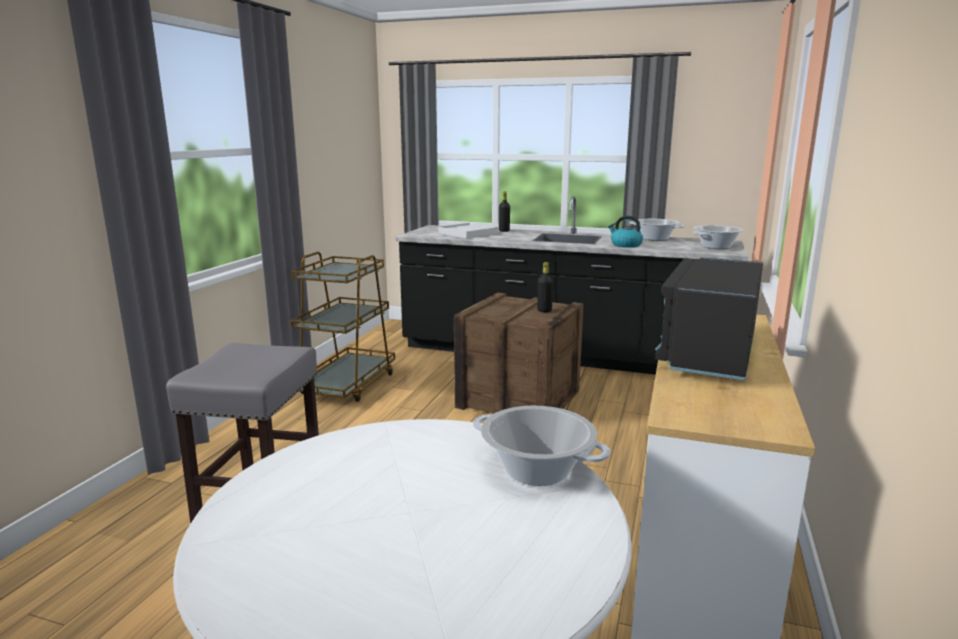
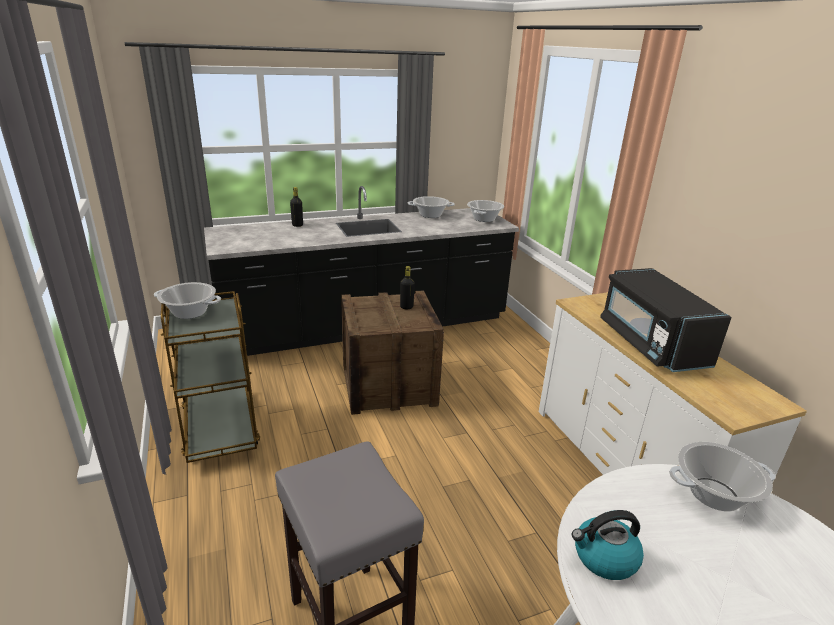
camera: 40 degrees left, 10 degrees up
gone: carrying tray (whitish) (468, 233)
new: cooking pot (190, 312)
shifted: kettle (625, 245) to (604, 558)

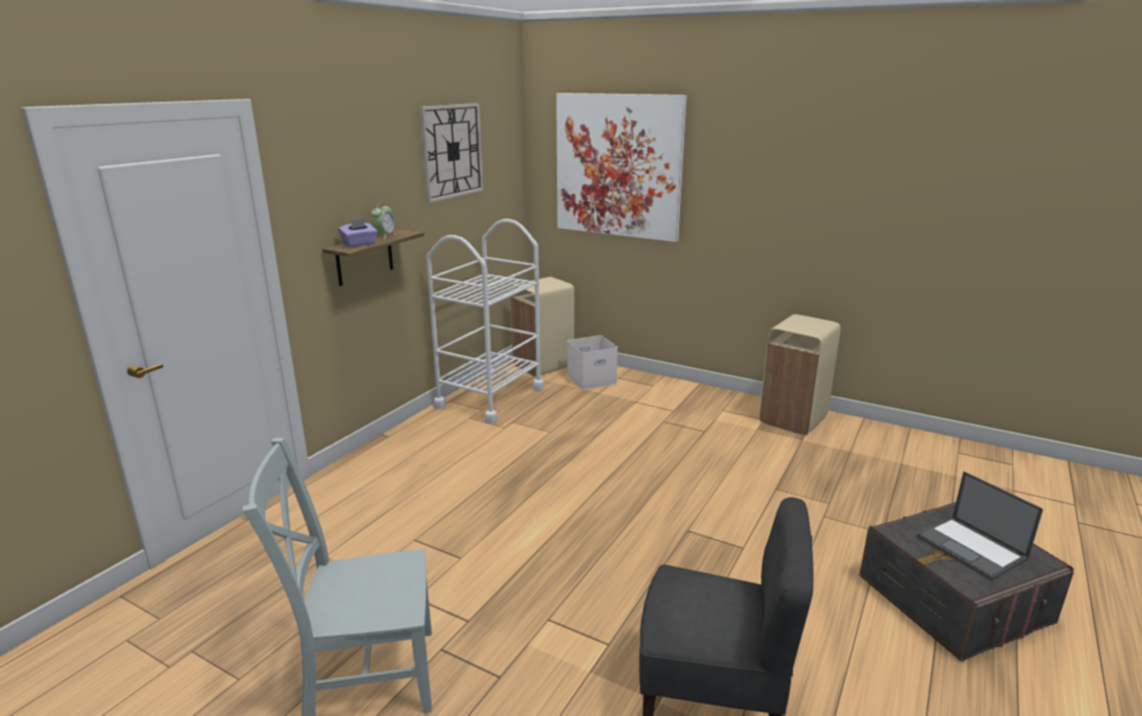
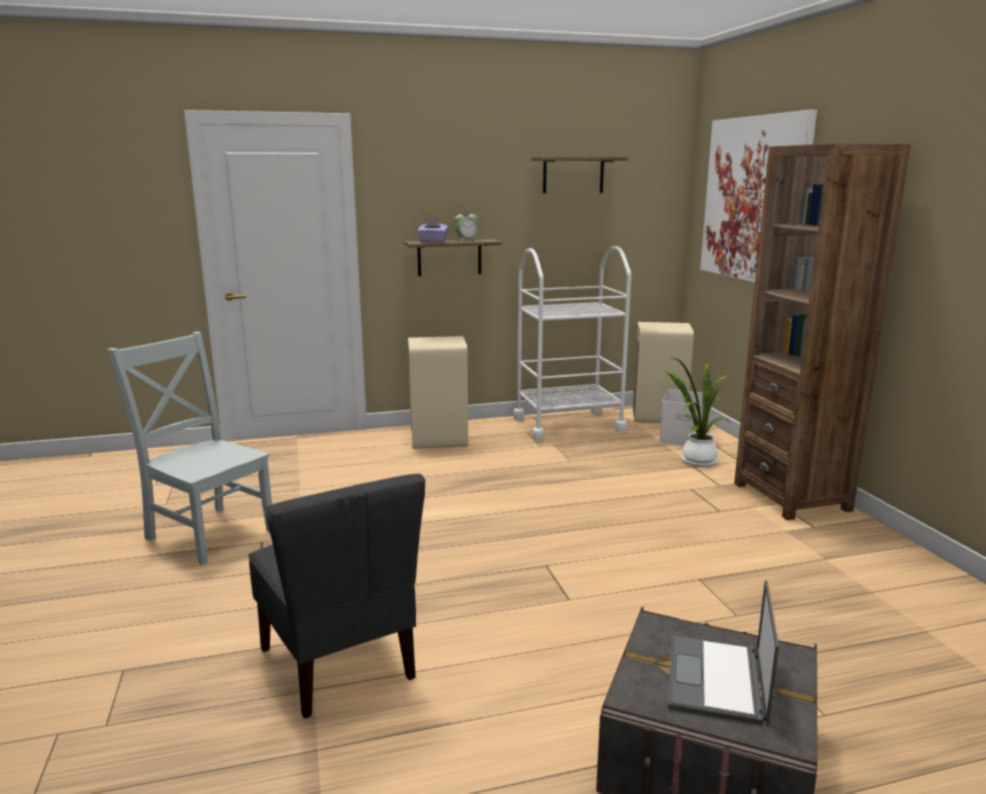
camera: 45 degrees right, 5 degrees down
new: potted plant (695, 461); shelving unit (brown) (791, 497)
shifted: waste bin (beige-coloured) (794, 419) to (439, 440)
swapped: wall clock (452, 151) to bracket shelf (573, 175)

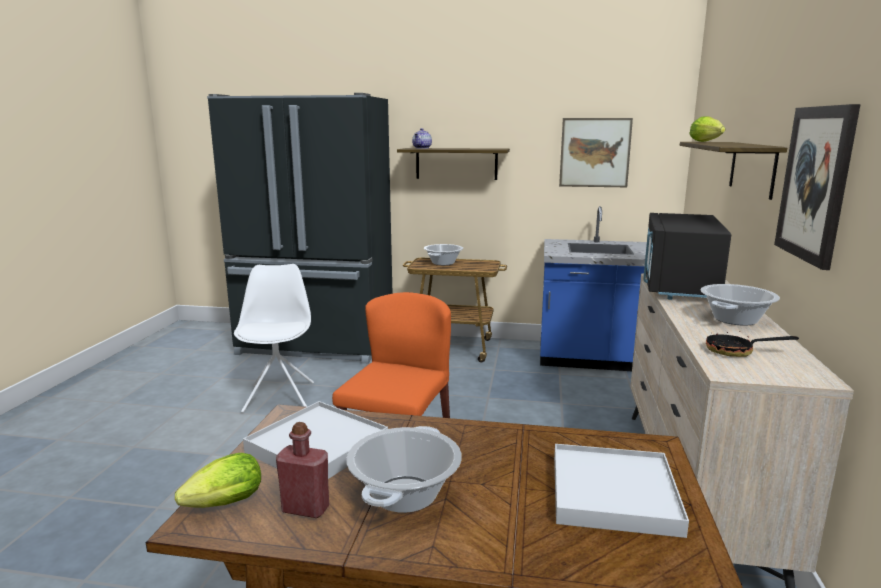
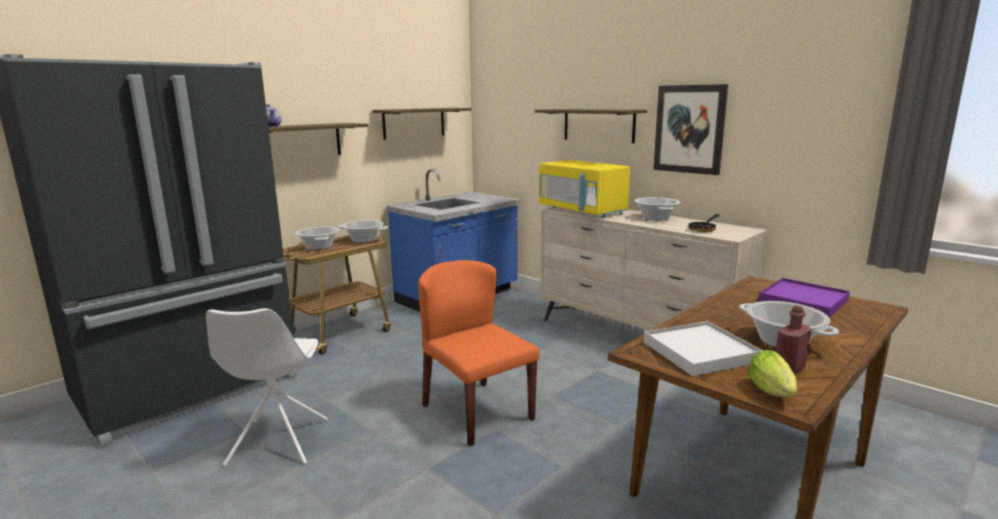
camera: 55 degrees left, 0 degrees up
gone: head of lettuce (707, 142)
new: cooking pot (364, 240)
swapped: picture (595, 152) to bracket shelf (414, 123)
repainted: carrying tray (whitish) (613, 494) to carrying tray (purplish) (803, 301); microwave (blackish) (678, 286) to microwave (yellow) (582, 211)
rotated: upright chair (whitish) (280, 396) = (277, 443) 120 degrees counterclockwise

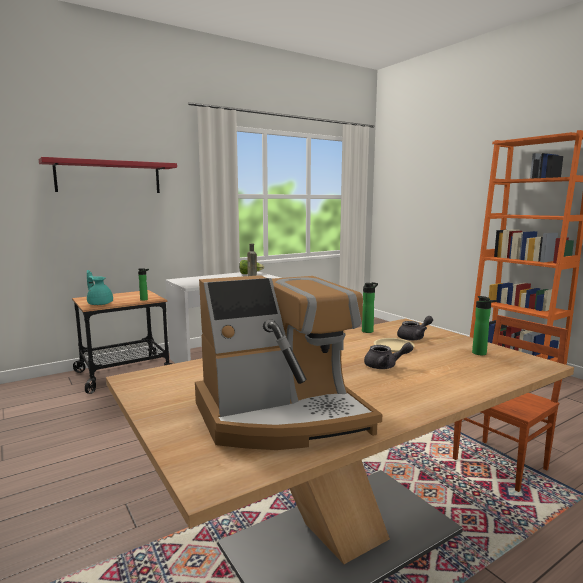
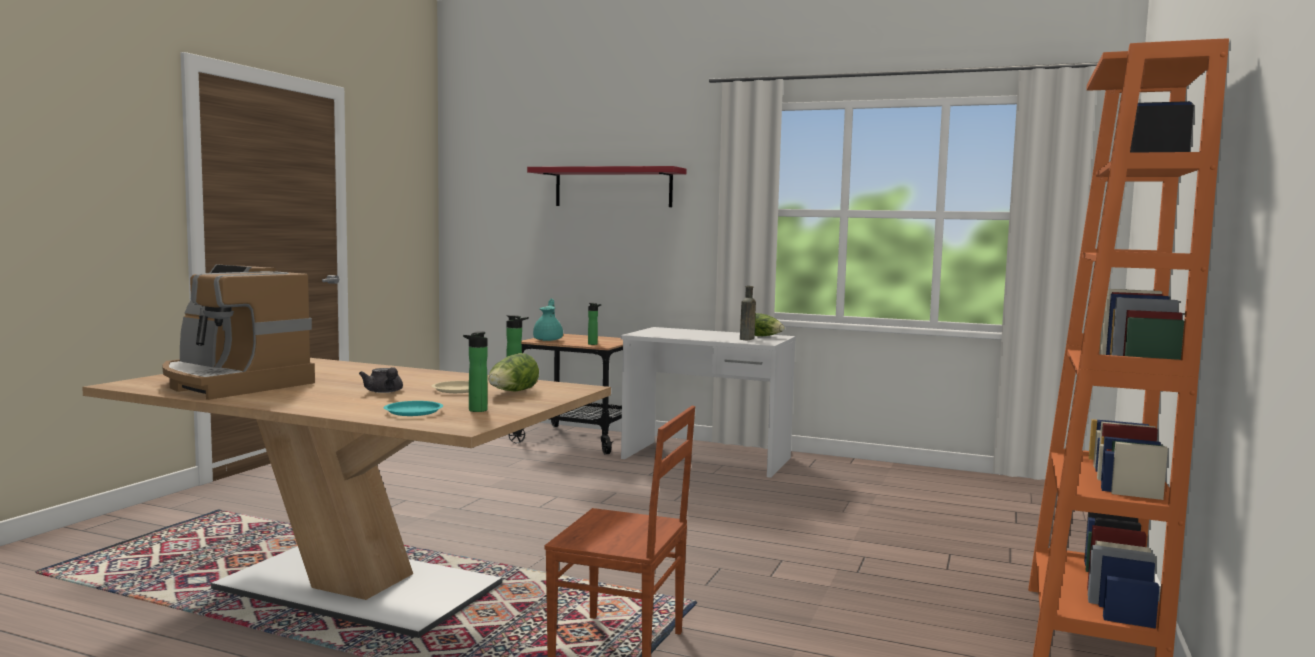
camera: 55 degrees right, 5 degrees down
new: flat dish (blue-green) (413, 412)
swapped: pot for tea (grey) (414, 337) to head of lettuce (512, 392)

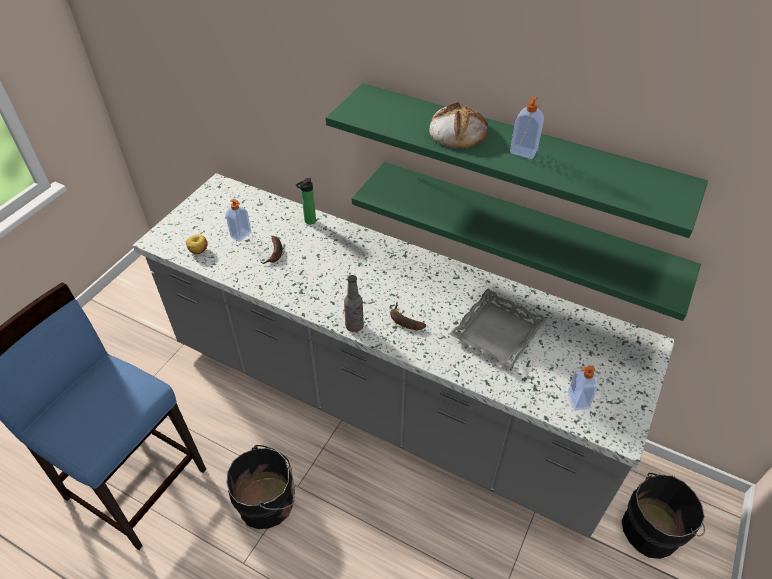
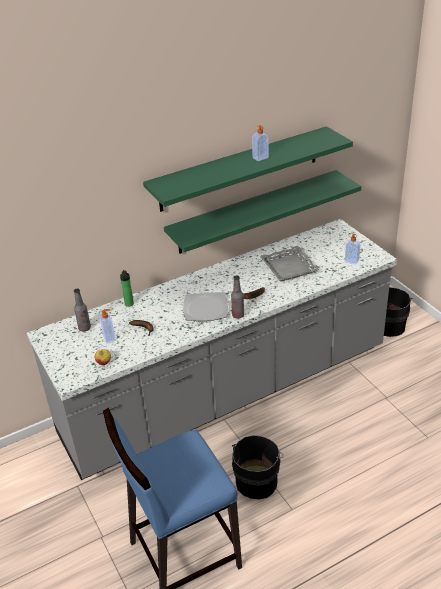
camera: 55 degrees left, 10 degrees down
gone: bakery bread (457, 131)
new: drink bottle (84, 328); flat dish (205, 309)

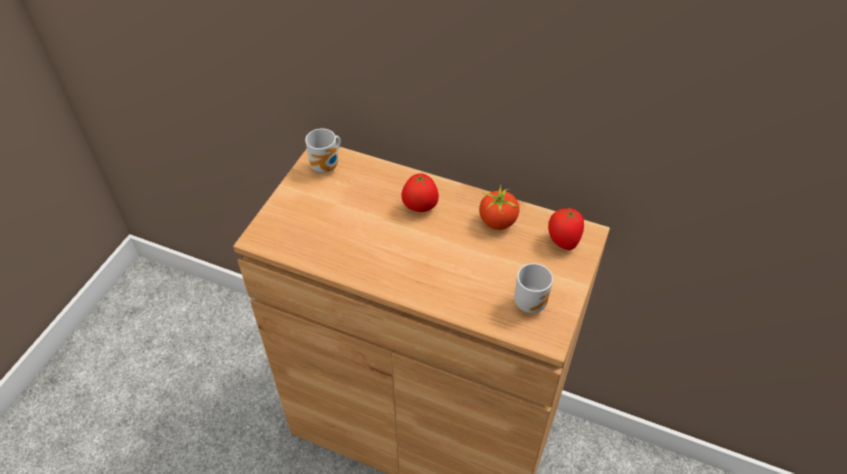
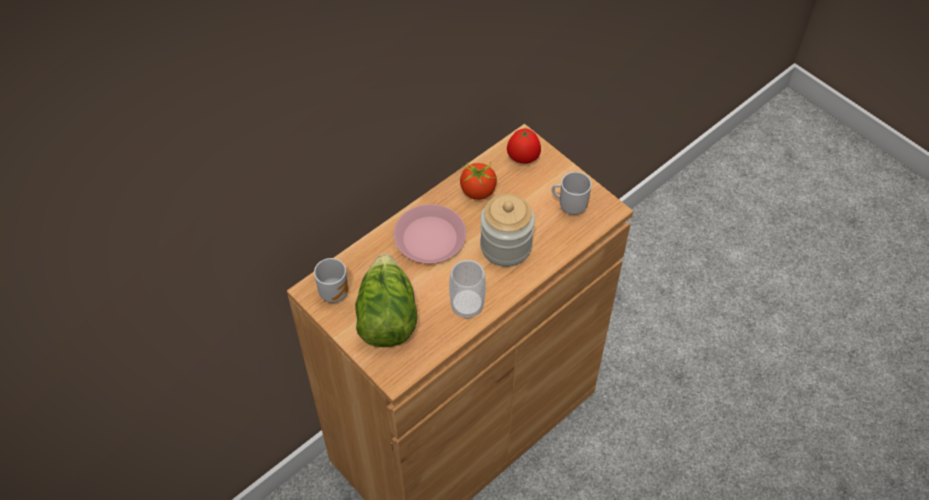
camera: 65 degrees left, 5 degrees up
new: head of lettuce (386, 316); drinking cup (467, 306); storage jar (506, 246)
swapped: fresh tomato (420, 207) to flat dish (pinkish) (430, 239)

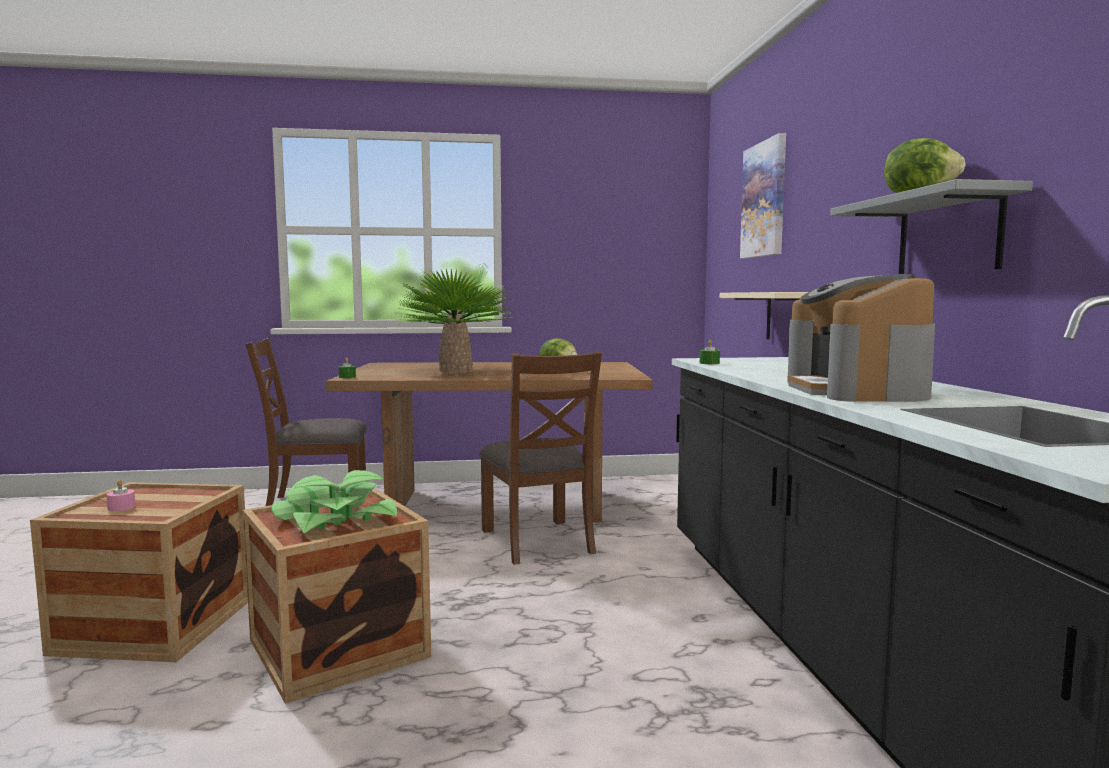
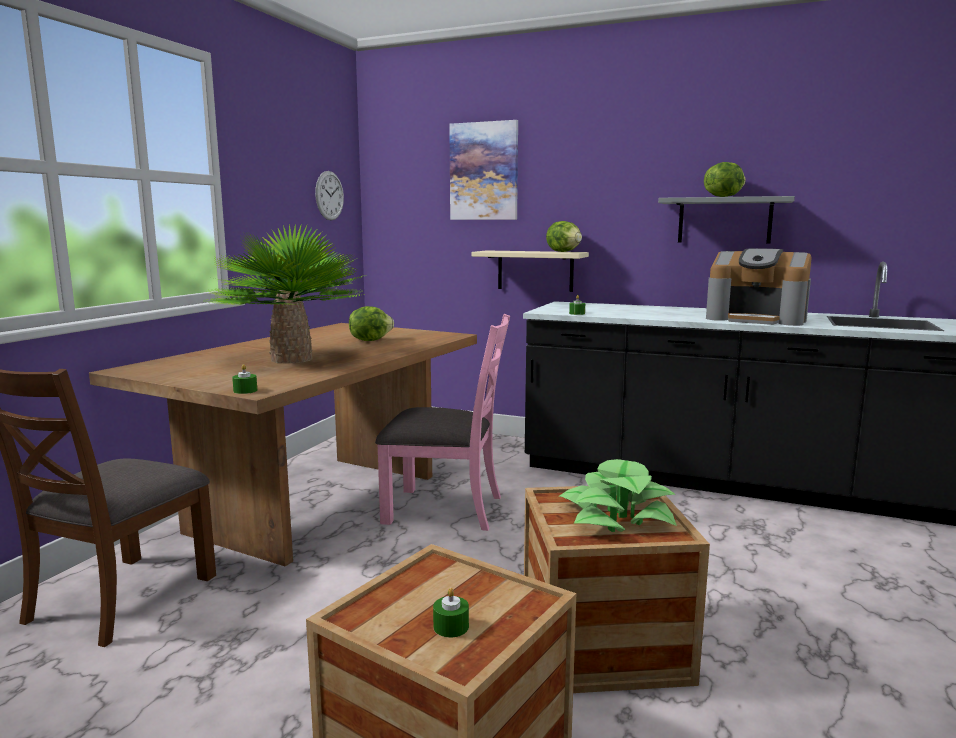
camera: 60 degrees left, 5 degrees up
new: wall clock (329, 195); head of lettuce (564, 252)
repainted: wax light (pinkish) (121, 507) to wax light (greenish) (451, 626); upright chair (brown) (538, 541) to upright chair (pinkish) (445, 509)

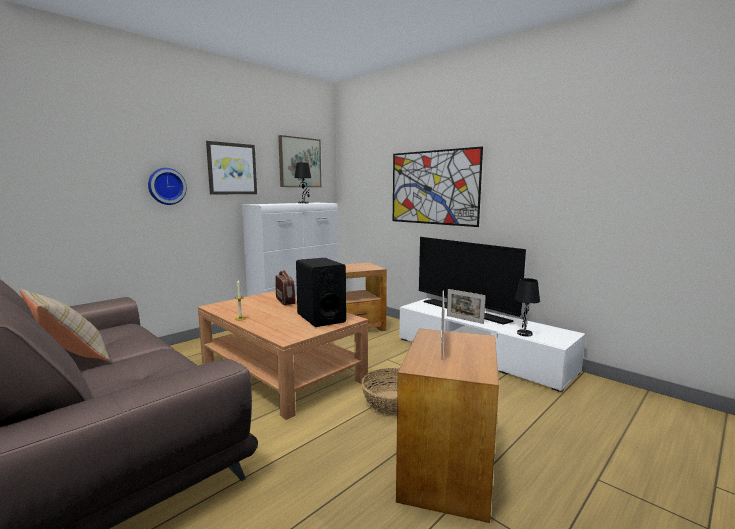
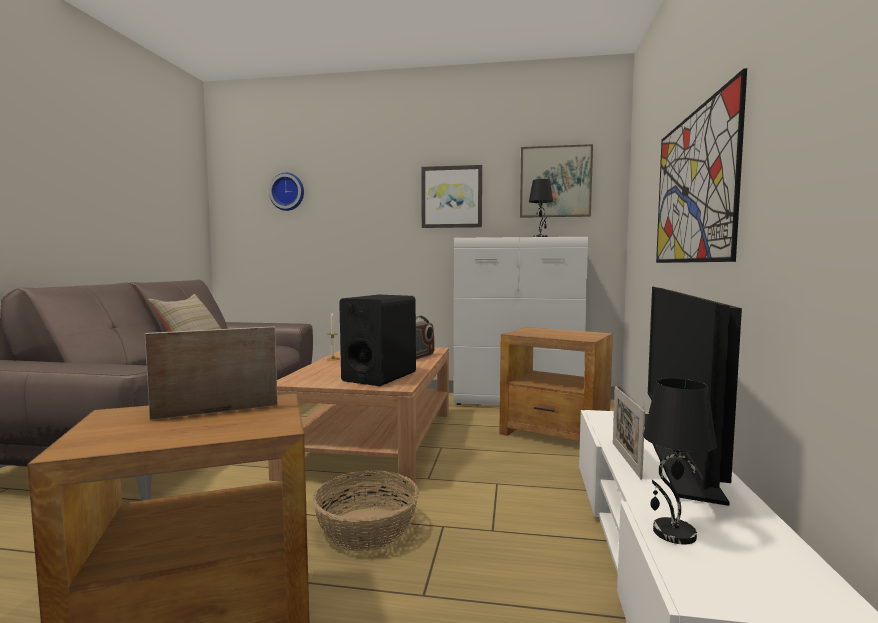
camera: 55 degrees right, 5 degrees down
shifted: wall clock (166, 186) to (288, 192)

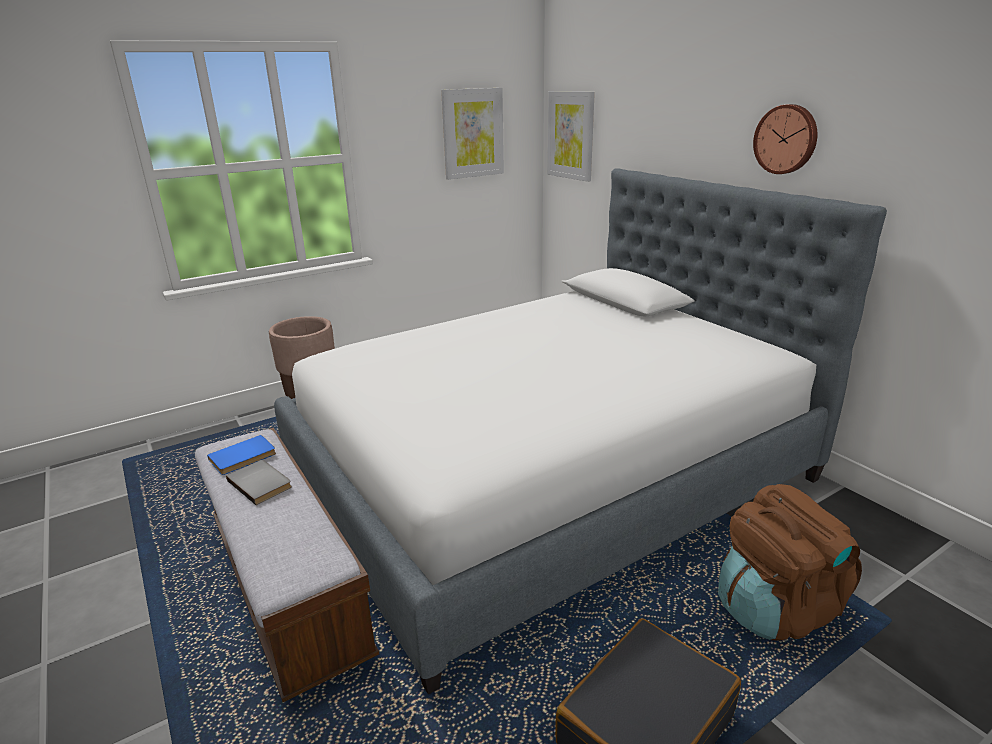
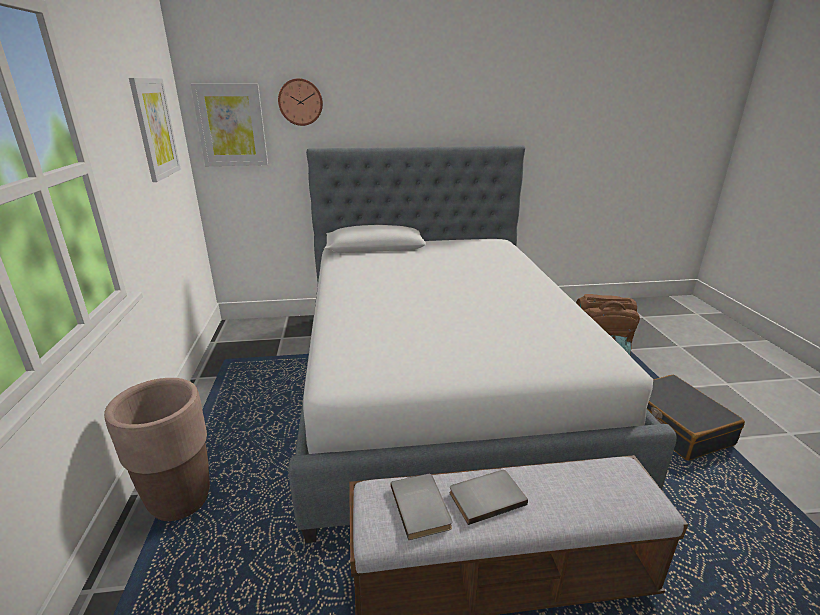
camera: 65 degrees left, 0 degrees up
shifted: wall clock (786, 139) to (300, 102)
repainted: bound book (bluish) (243, 457) to bound book (grey) (422, 506)

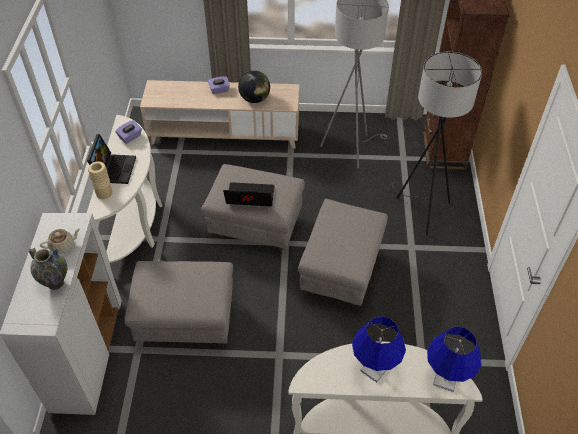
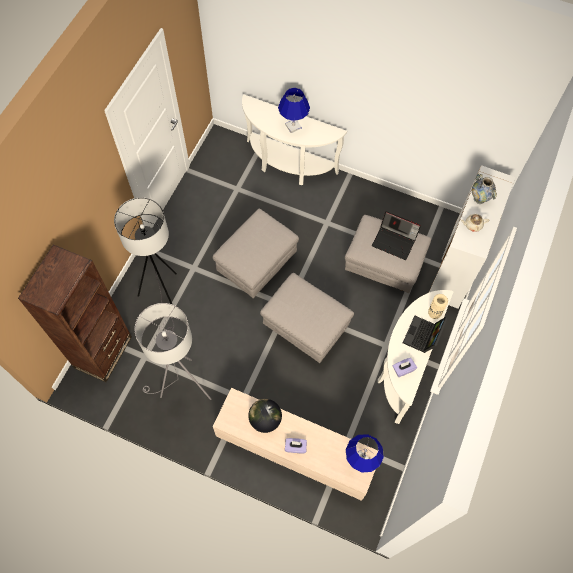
camera: 160 degrees left, 15 degrees up
shifted: portable computer (249, 198) to (394, 241); tabletop lamp (bluish) (445, 380) to (360, 460)

